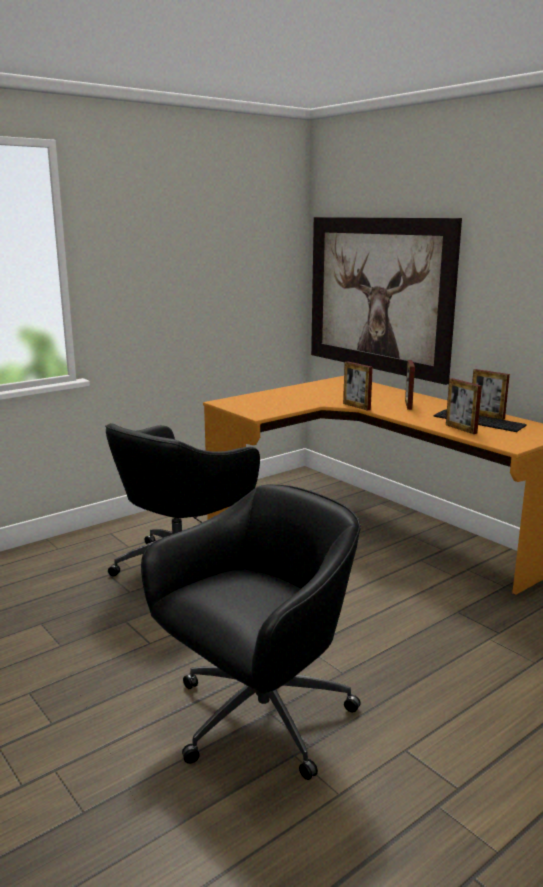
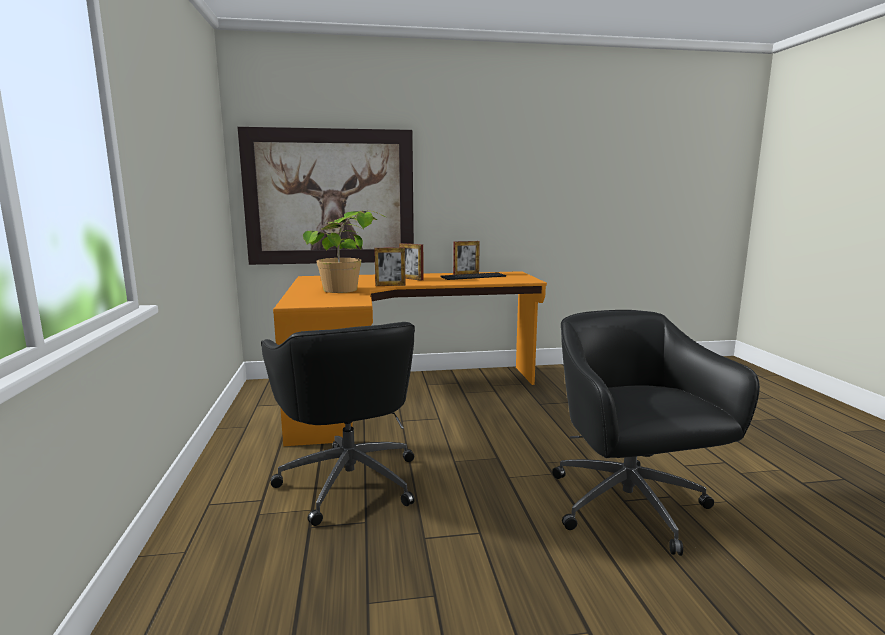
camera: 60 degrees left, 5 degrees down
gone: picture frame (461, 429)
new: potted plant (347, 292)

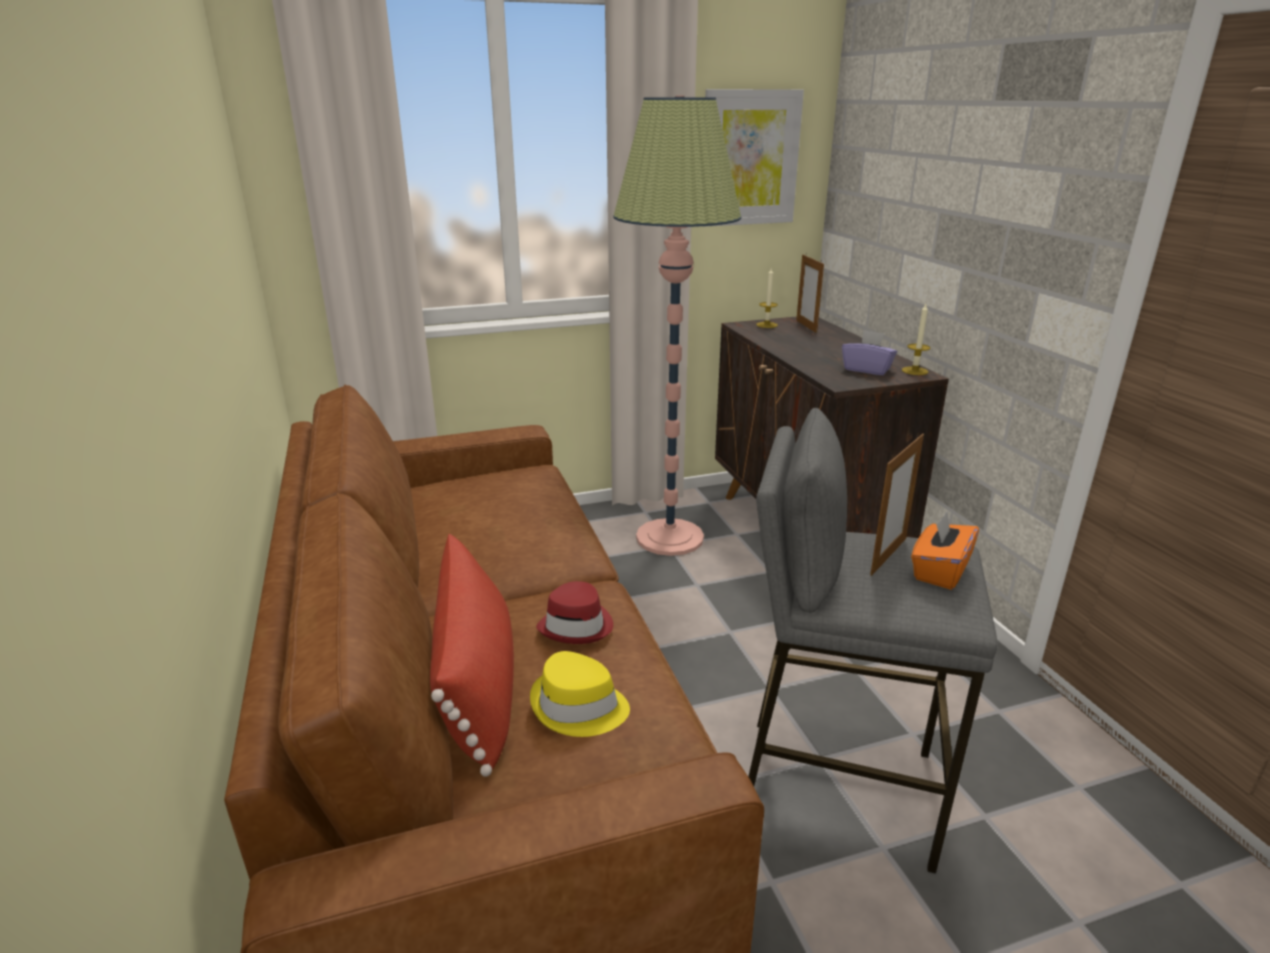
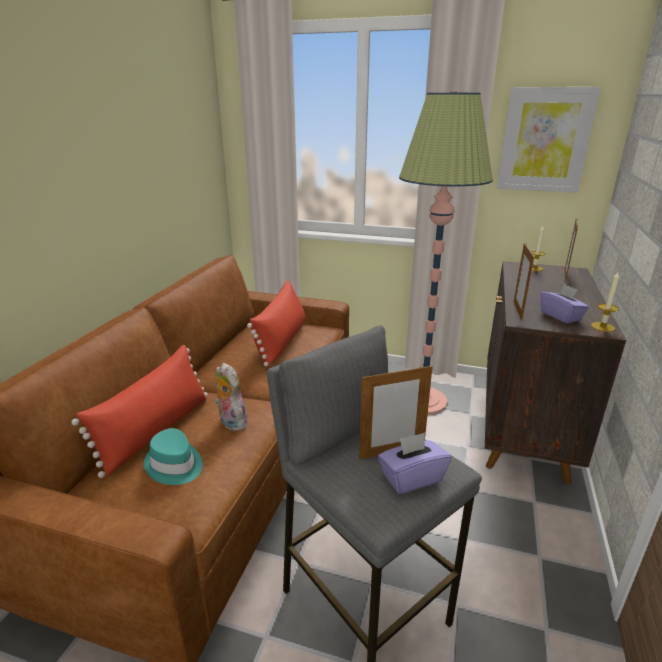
camera: 35 degrees right, 0 degrees up
new: pillow (red-coloured) (281, 341); picture frame (517, 311)
swapped: wearable hat (red-coloured) (577, 626) to soft toy (230, 422)
repainted: wearable hat (yellow) (579, 708) to wearable hat (blue-green) (174, 465); tissue box (orangey) (939, 571) to tissue box (purplish) (411, 478)

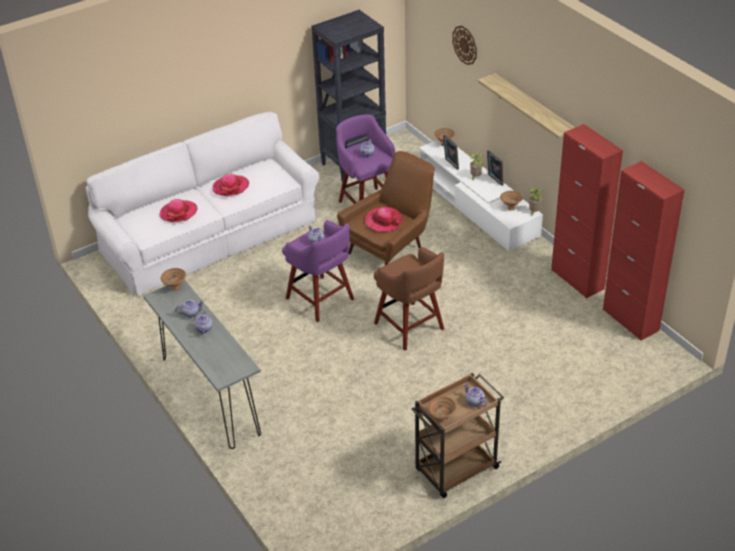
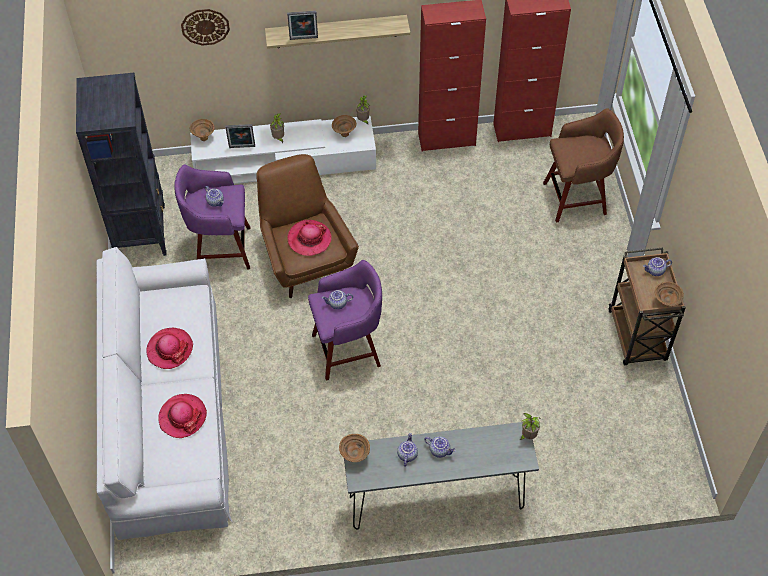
camera: 65 degrees left, 15 degrees up
new: potted plant (528, 436)
shifted: stool (brown) (410, 327) to (577, 198); picture frame (494, 180) to (304, 39)

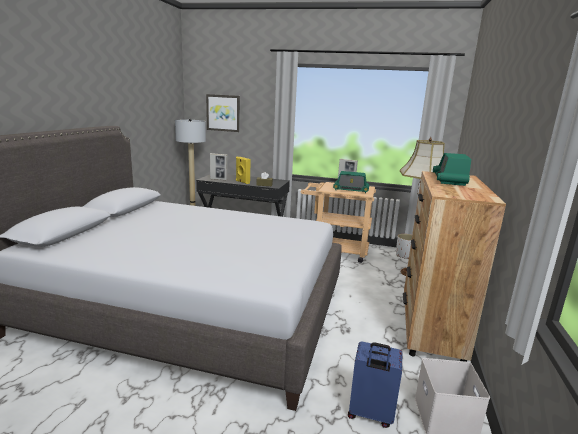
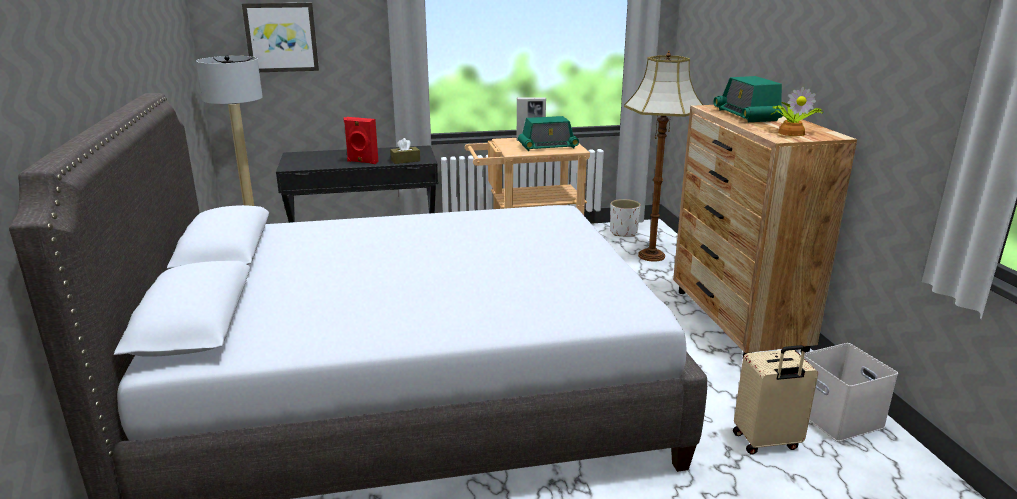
camera: 25 degrees left, 5 degrees up
gone: picture frame (218, 179)
new: potted plant (792, 132)
repainted: speaker (yellow) (242, 182) to speaker (red-coloured) (362, 162); travel case (bluish) (370, 414) to travel case (beige-coloured) (766, 442)

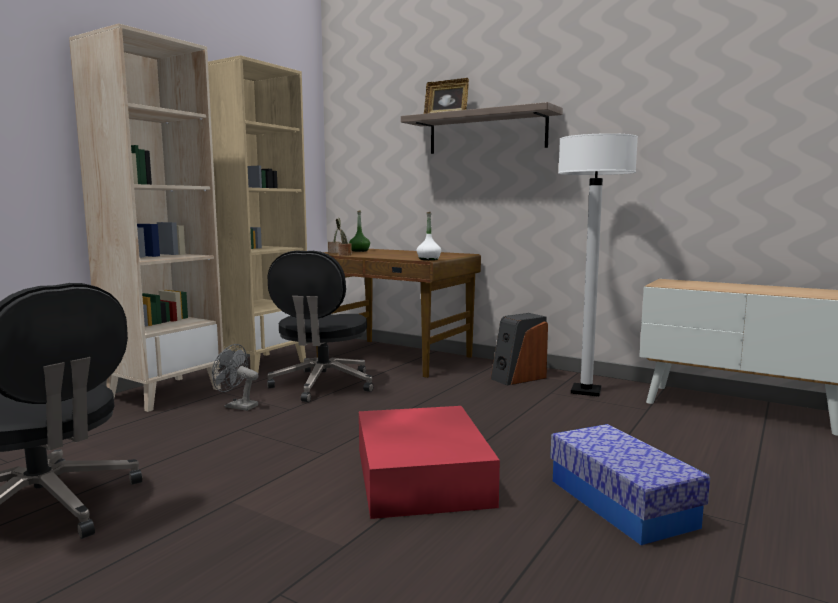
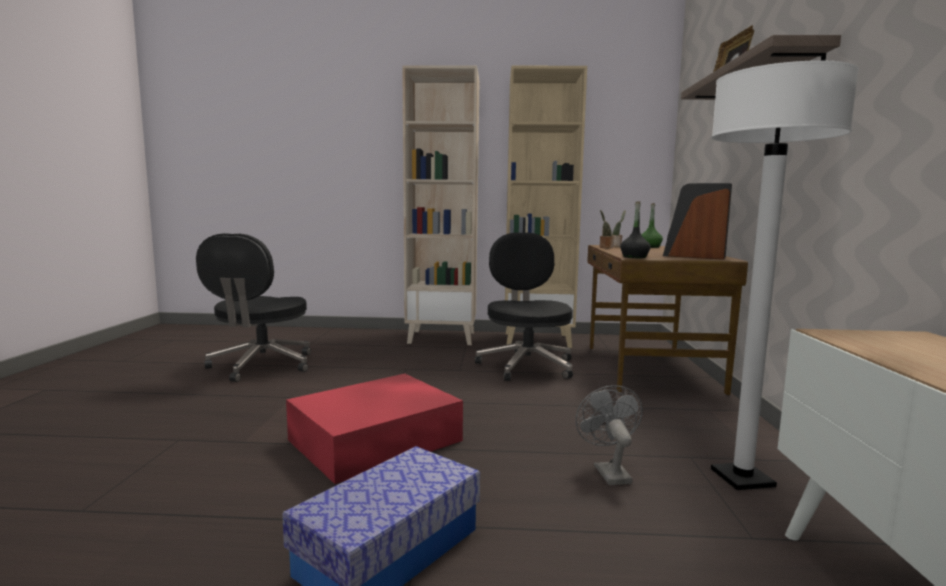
camera: 60 degrees right, 0 degrees up
shifted: cooling fan (grey) (236, 406) to (608, 471); speaker (518, 378) to (694, 256)
repainted: drink bottle (whitish) (428, 259) to drink bottle (blackish) (634, 257)
rotated: office chair (blackish) (322, 385) = (526, 365) 105 degrees clockwise

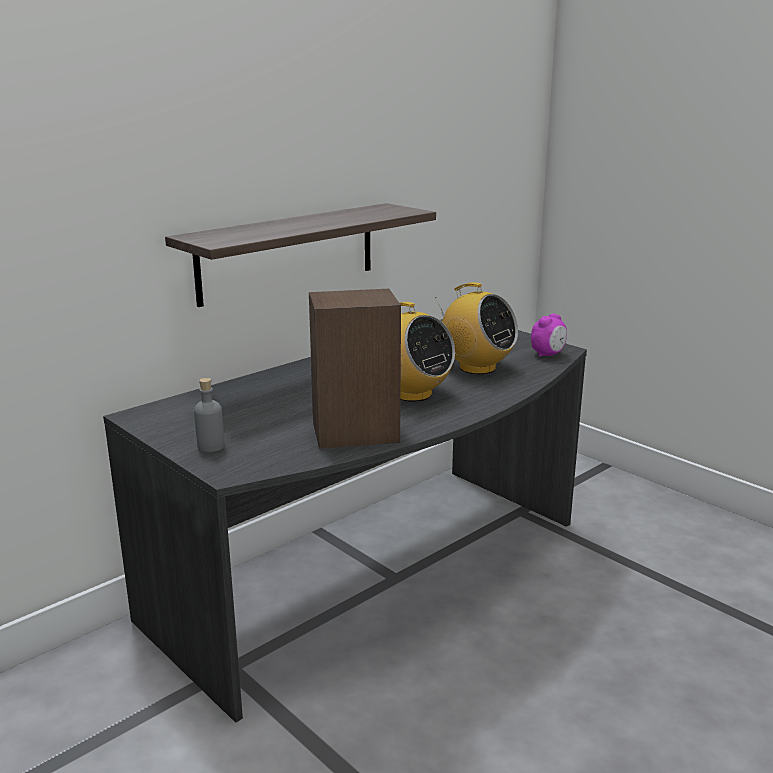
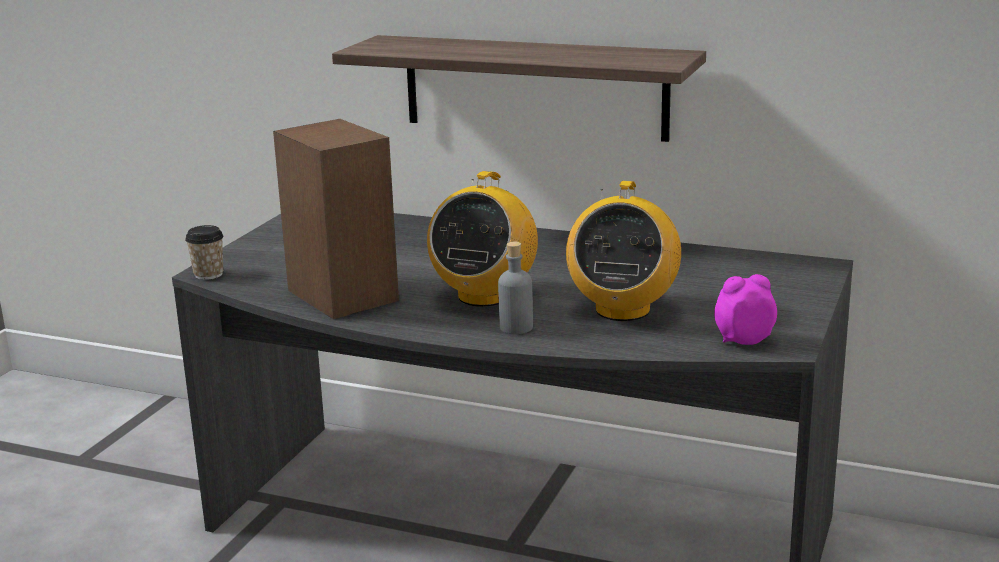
camera: 65 degrees right, 0 degrees up
new: drinking cup (208, 274)
shifted: drink bottle (grey) (211, 446) to (516, 327)
rotated: bedside clock (548, 354) = (743, 340) 150 degrees clockwise

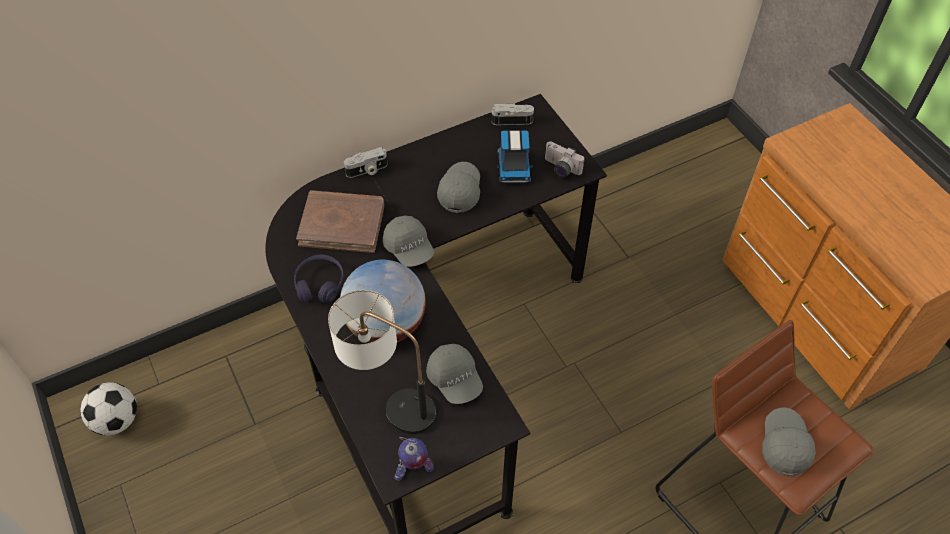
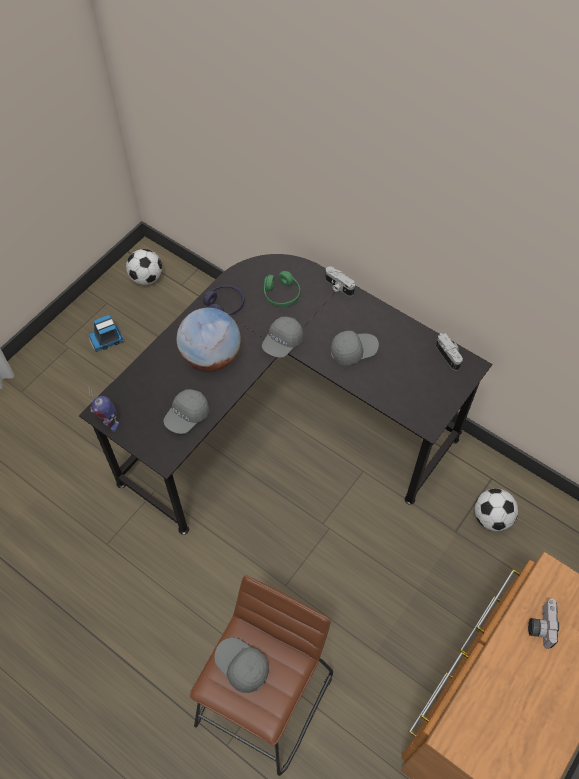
camera: 65 degrees right, 5 degrees up
gone: tabletop lamp (389, 400)
new: football ball (491, 517)
shifted: toy truck (513, 167) to (107, 339); still camera (560, 169) to (540, 625)
swapped: bound book (brown) (342, 224) to headset (greenish) (281, 294)
rotated: baseball cap (grey) (784, 445) = (242, 666) 120 degrees counterclockwise

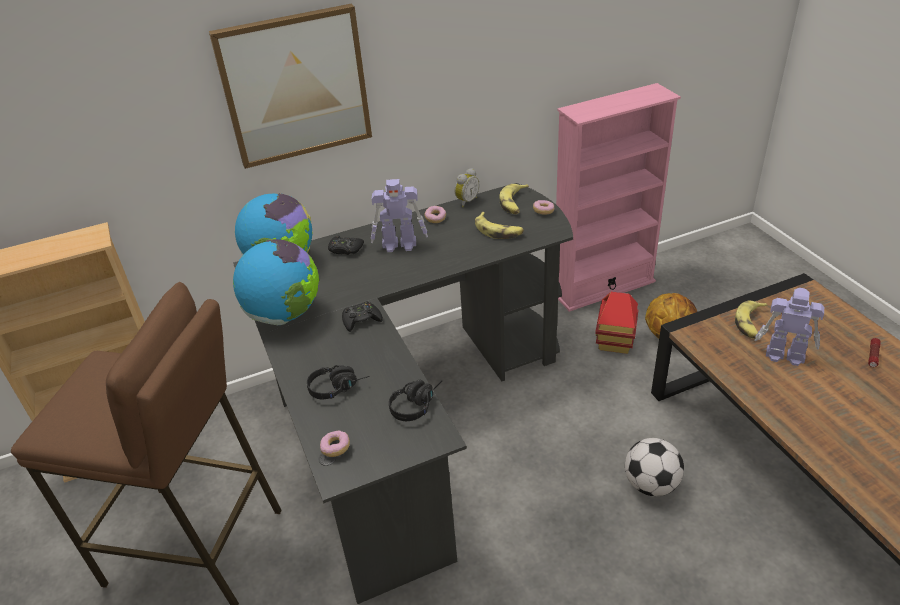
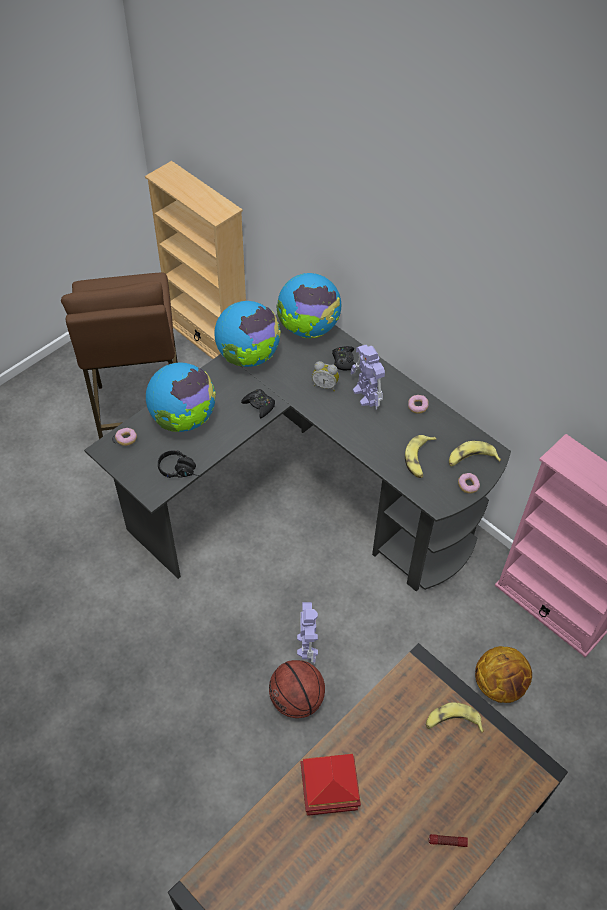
camera: 65 degrees right, 15 degrees up
gone: picture (295, 86)
shifted: bedside clock (466, 201) to (325, 385); miniature house (615, 342) to (328, 794); model robot (783, 355) to (307, 644)
swapped: headset (blackish) (339, 387) to desk globe (183, 419); football ball (651, 484) to basketball (297, 700)

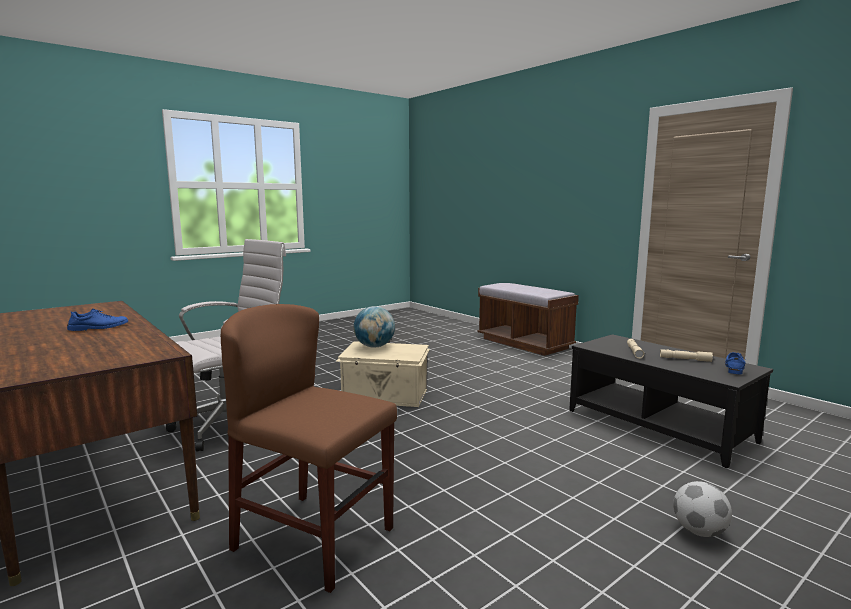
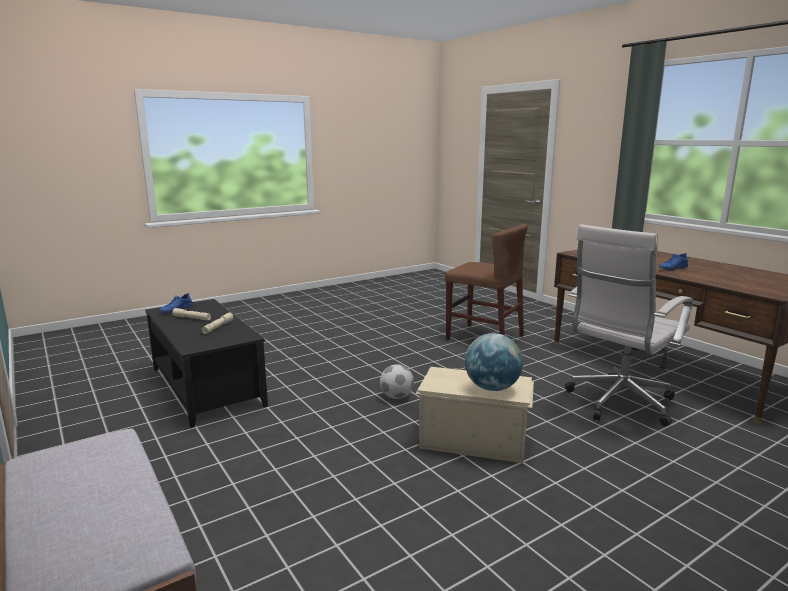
camera: 175 degrees left, 5 degrees up
shifted: football ball (699, 531) to (396, 397)

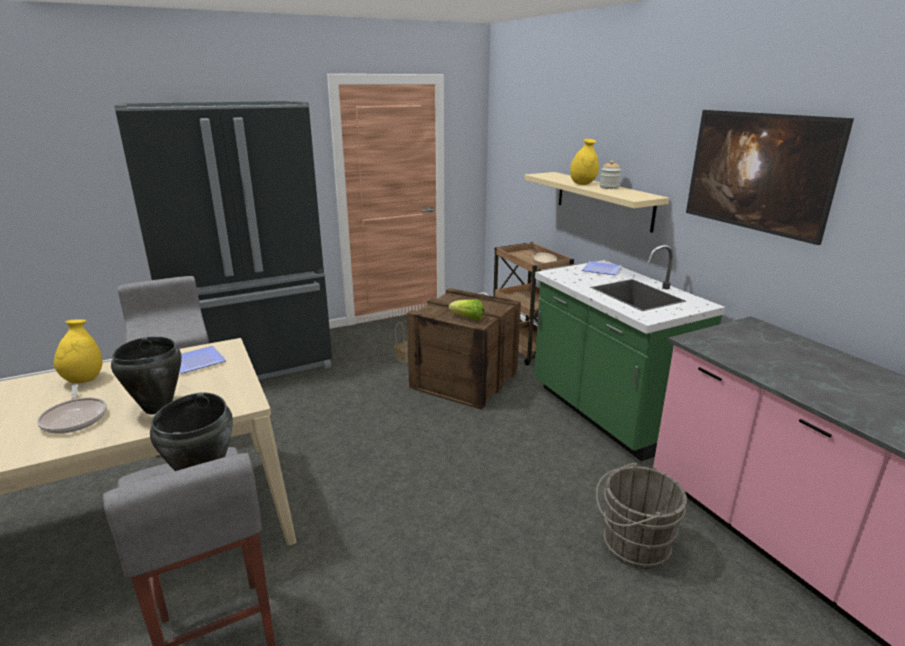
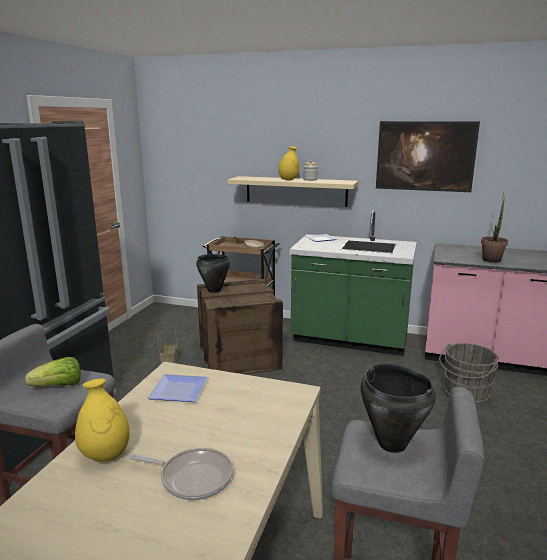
camera: 45 degrees left, 5 degrees down
new: potted plant (492, 259)
shifted: cooking pot (blackish) (157, 408) to (214, 290); head of lettuce (468, 318) to (59, 386)

